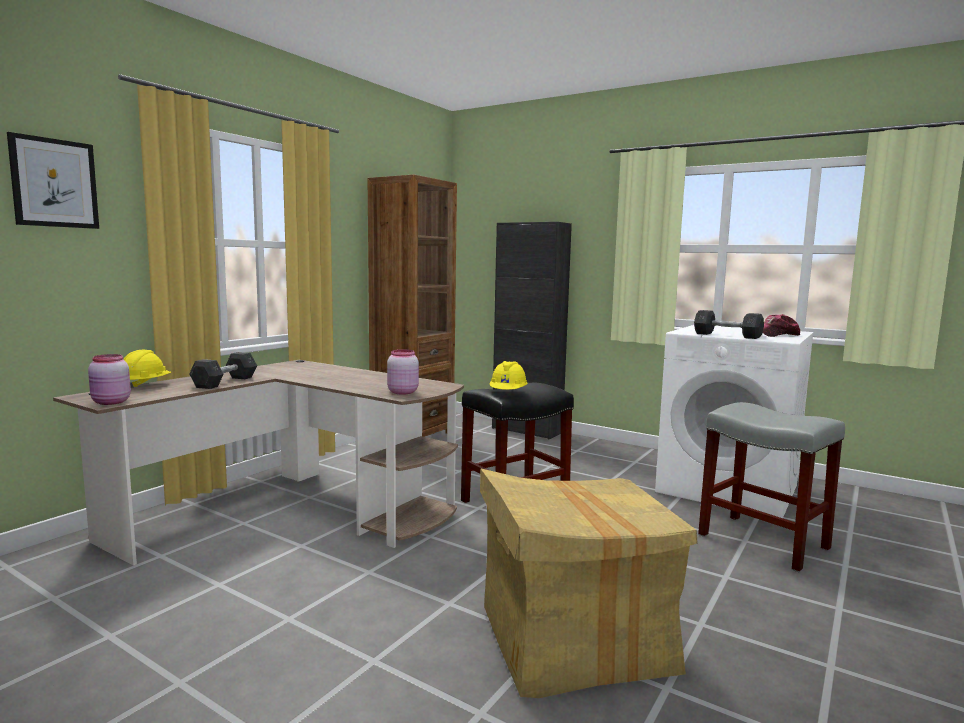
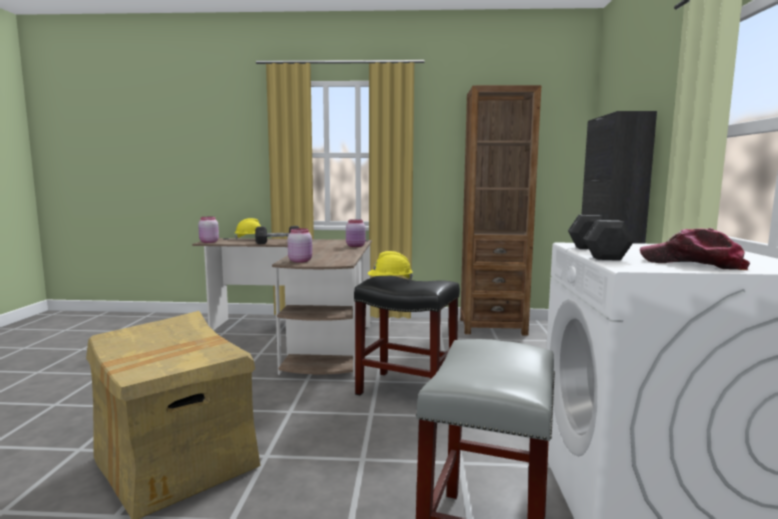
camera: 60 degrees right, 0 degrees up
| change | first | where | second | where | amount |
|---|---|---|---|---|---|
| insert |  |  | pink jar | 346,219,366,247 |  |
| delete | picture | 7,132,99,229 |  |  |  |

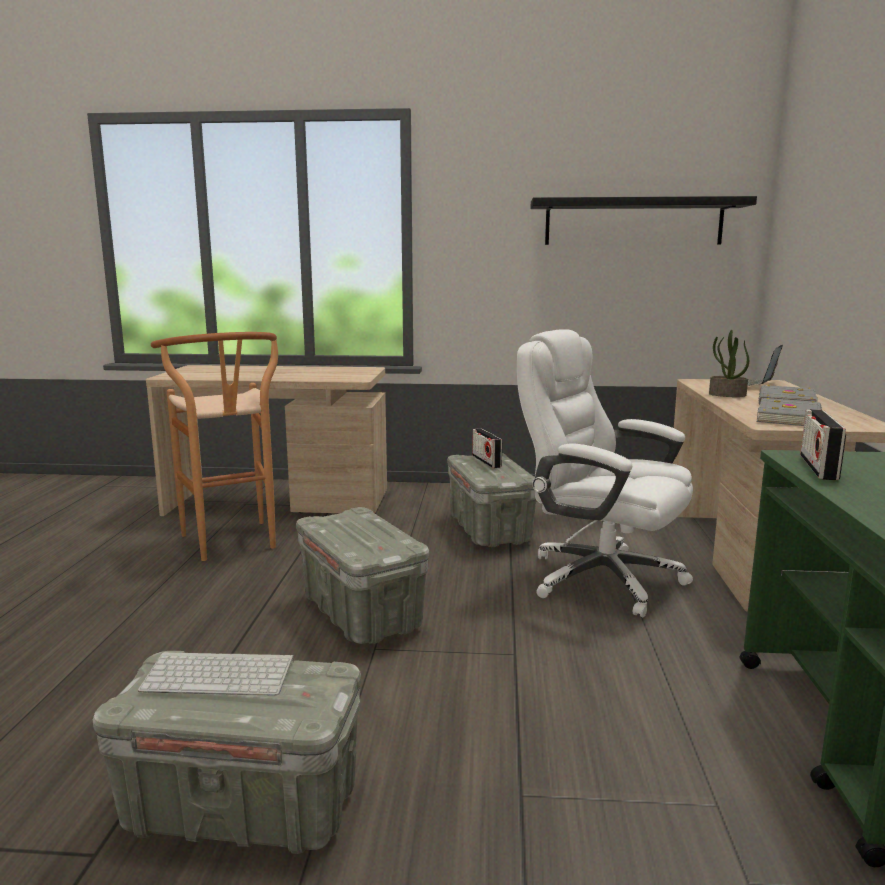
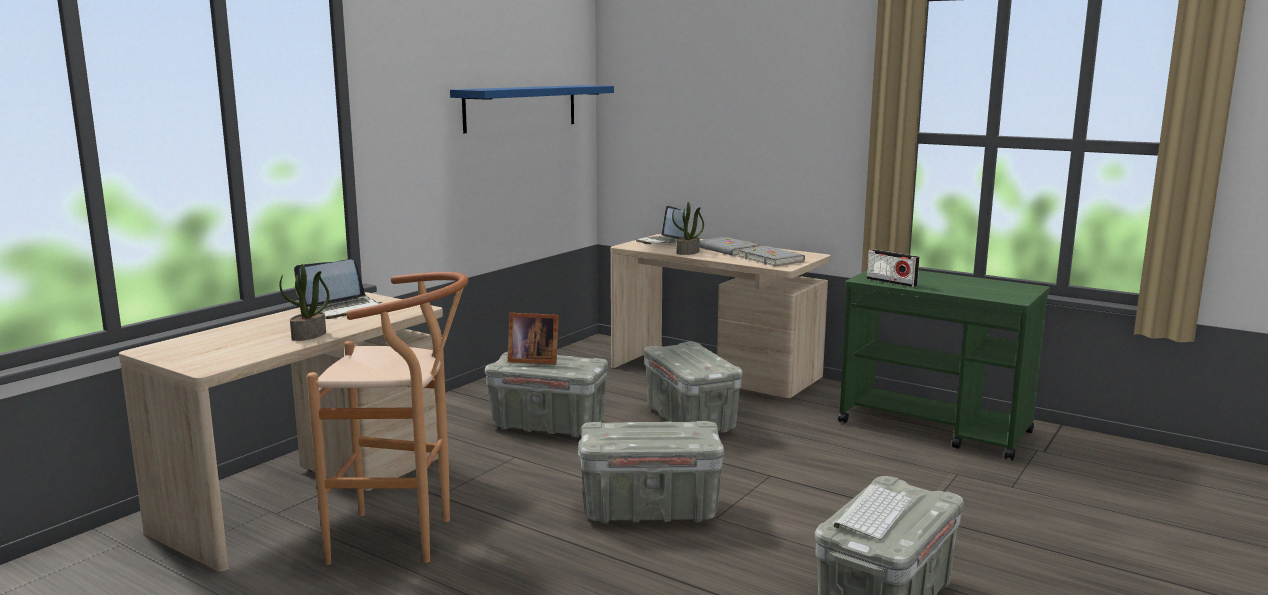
camera: 60 degrees left, 0 degrees up
| change | first | where | second | where | amount |
|---|---|---|---|---|---|
| insert |  |  | potted plant | 279,264,330,341 |  |
| insert |  |  | laptop | 294,259,382,319 |  |
| recolor | black shelf | 531,196,757,245 | blue shelf | 450,85,614,133 |  |
| replace | radio | 472,428,502,468 | picture frame | 507,313,559,365 |  |
| replace | white office chair | 517,329,693,617 | grey storage box | 644,342,743,433 |  |

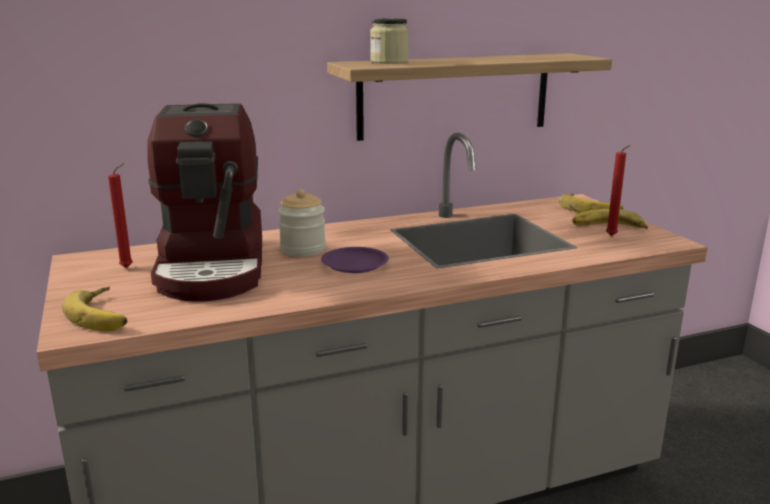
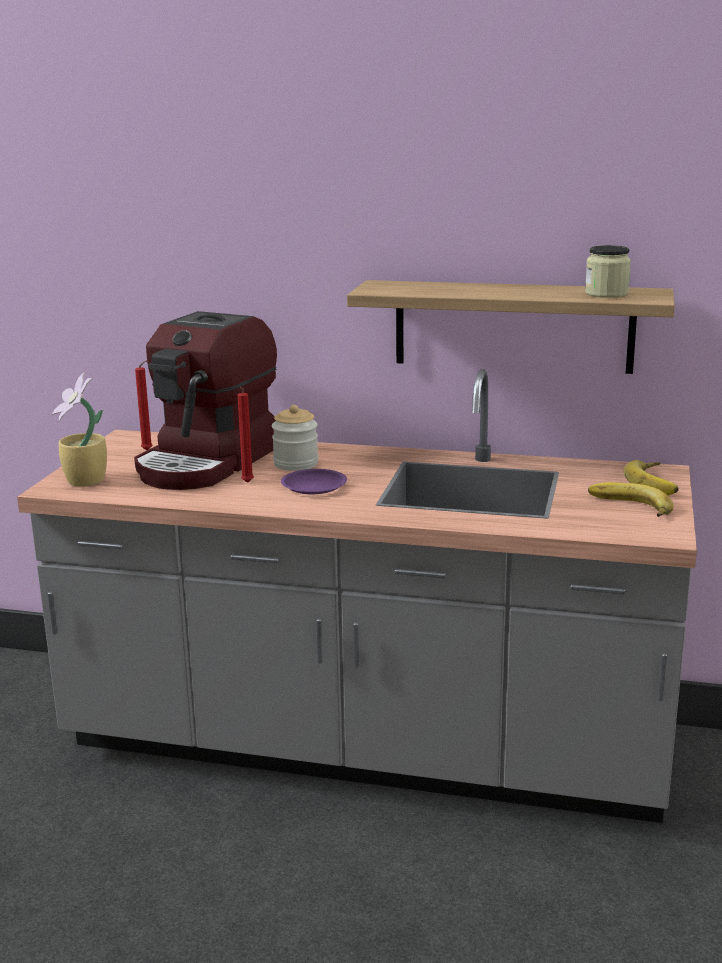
camera: 35 degrees right, 0 degrees up
| change | first | where | second | where | amount |
|---|---|---|---|---|---|
| replace | banana | 62,287,127,331 | potted plant | 52,373,107,487 |  |
| move | red candle | 606,145,630,236 |  | 238,387,254,483 |  |
| move | jar | 370,19,409,64 |  | 585,245,631,298 |  |

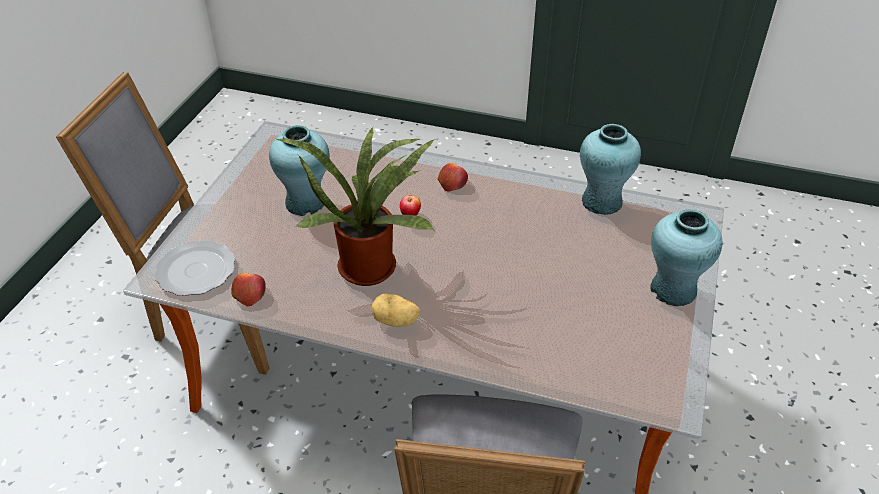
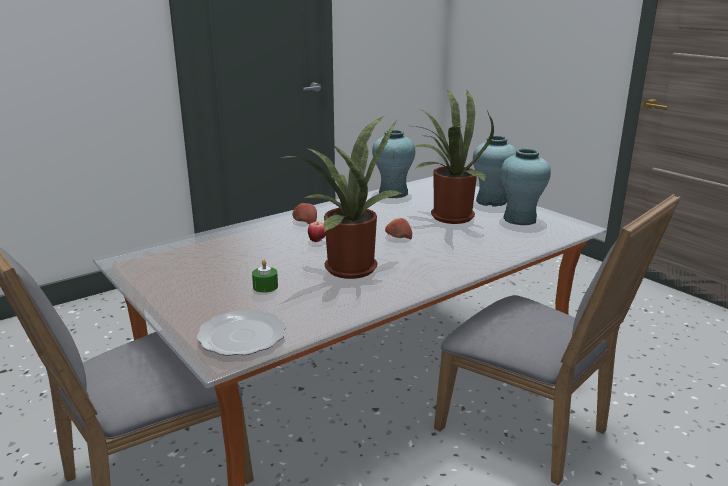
camera: 55 degrees left, 20 degrees down
| change | first | where | second | where | amount |
|---|---|---|---|---|---|
| insert |  |  | green candle | 252,260,278,293 |  |
| move | apple | 231,273,266,307 |  | 385,218,412,239 |  |
| insert |  |  | potted plant | 405,89,494,224 |  |
| move | turquoise vase | 269,125,330,216 |  | 500,148,551,225 |  |
| delete | potato | 371,294,420,327 |  |  |  |

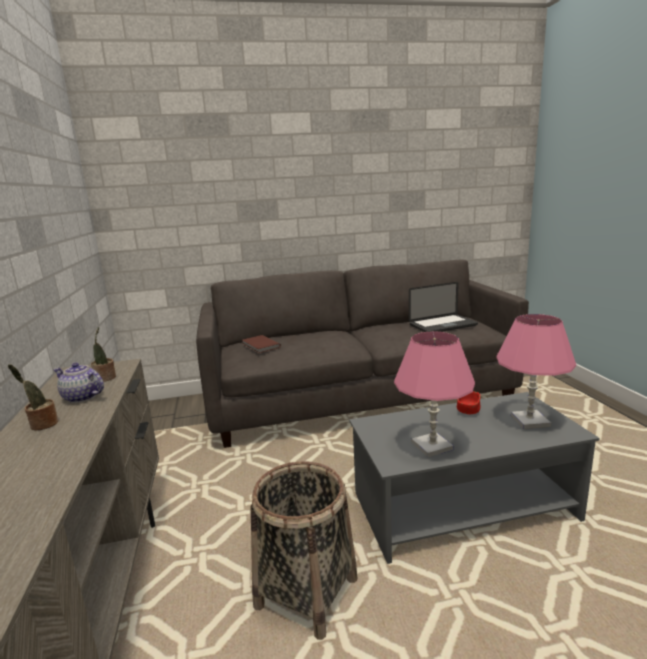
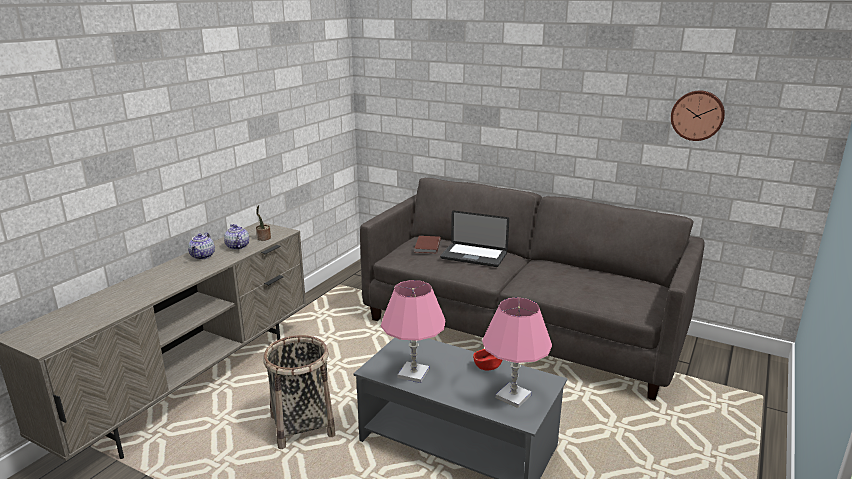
camera: 40 degrees right, 5 degrees up
| change | first | where | second | where | amount |
|---|---|---|---|---|---|
| replace | potted plant | 8,364,58,430 | teapot | 188,232,215,260 |  |
| move | laptop | 409,282,478,332 |  | 440,211,509,267 |  |
| insert |  |  | wall clock | 671,91,725,141 |  |

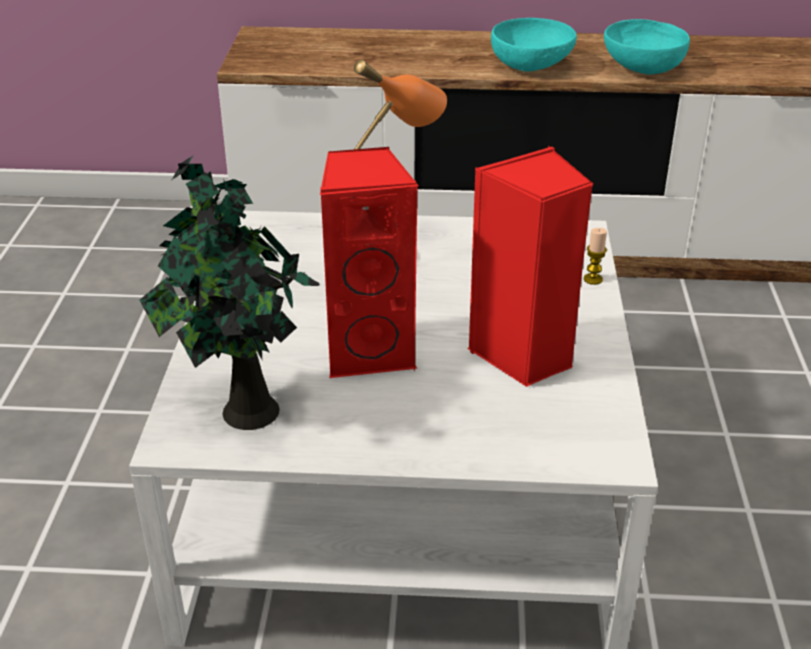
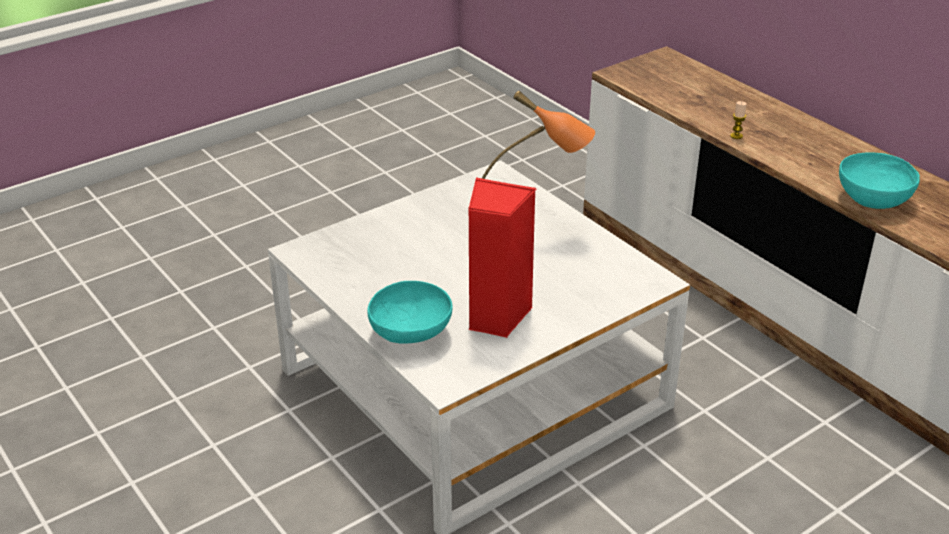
camera: 50 degrees right, 0 degrees up
| change | first | where | second | where | amount |
|---|---|---|---|---|---|
| move | turquoise bowl | 491,18,577,71 |  | 367,281,452,343 |  |
| move | candle | 584,228,607,285 |  | 730,101,747,139 |  |
| delete | potted plant | 140,156,320,430 |  |  |  |
| delete | red speaker | 320,147,419,378 |  |  |  |

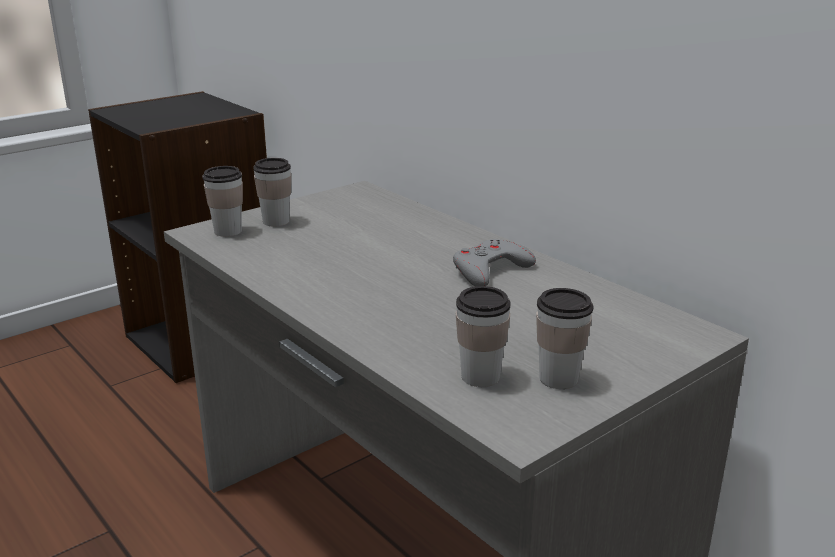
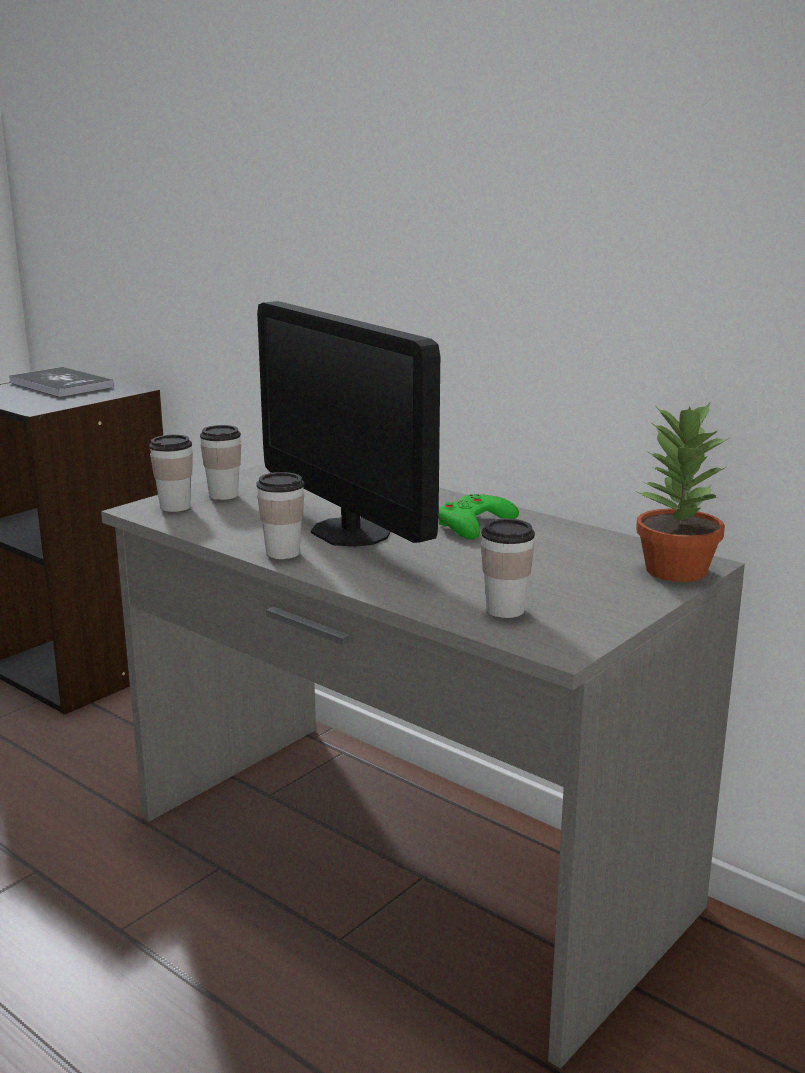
camera: 10 degrees left, 5 degrees down
| change | first | where | second | where | amount |
|---|---|---|---|---|---|
| insert |  |  | book | 9,367,114,397 |  |
| move | cup | 536,288,593,389 |  | 256,472,304,559 |  |
| insert |  |  | monitor | 257,301,440,547 |  |
| recolor | grey game controller | 453,239,536,286 | green game controller | 438,494,519,540 |  |
| insert |  |  | potted plant | 636,403,729,582 |  |

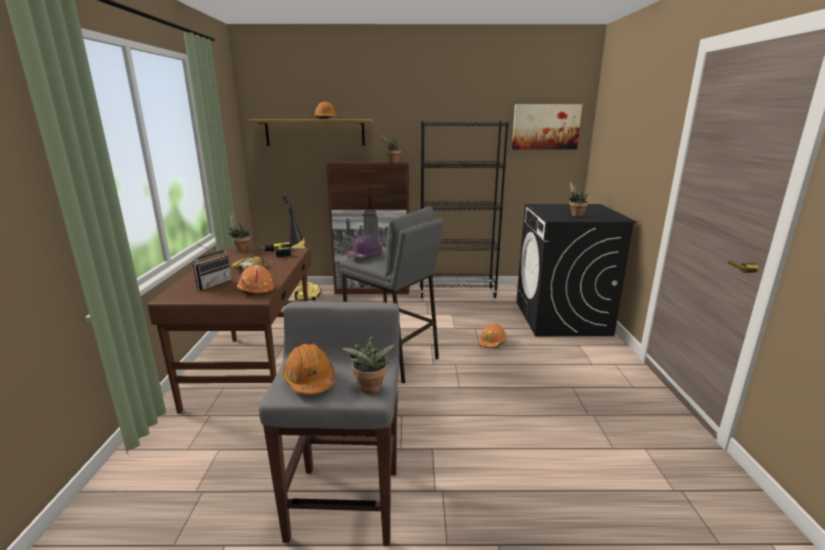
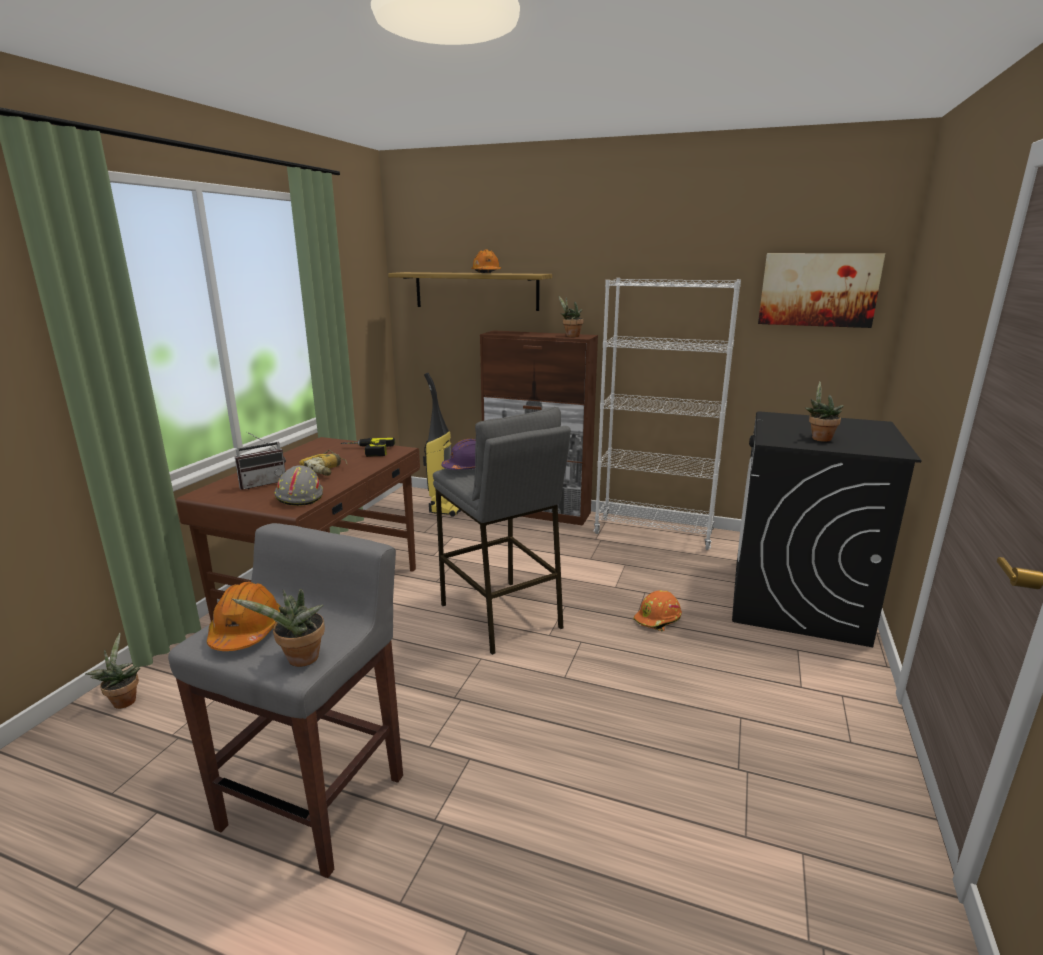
camera: 20 degrees right, 0 degrees up
| change | first | where | second | where | amount |
|---|---|---|---|---|---|
| move | potted plant | 227,215,251,252 |  | 86,633,140,709 |  |
| recolor | orange hard hat | 237,265,274,295 | grey hard hat | 274,465,323,506 |  |
| recolor | black bookcase | 419,121,509,298 | white bookcase | 594,278,741,550 |  |

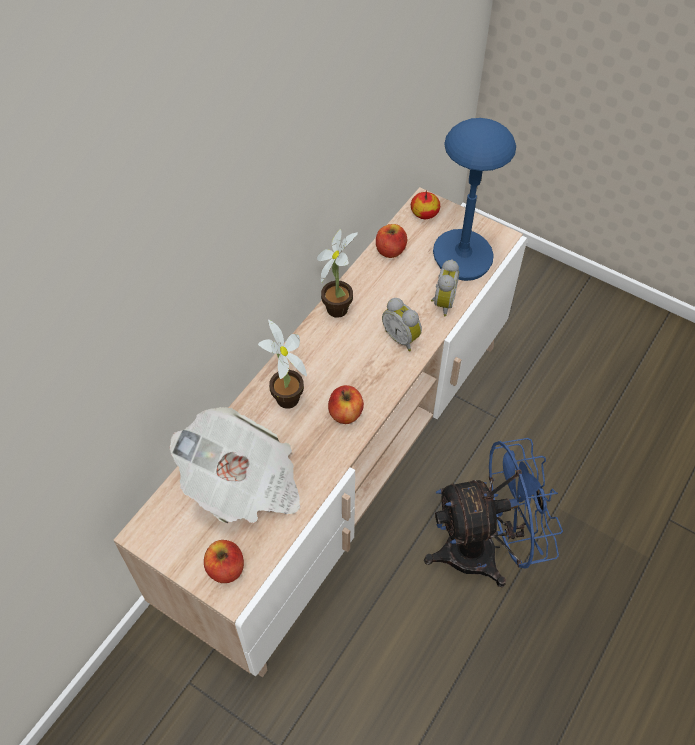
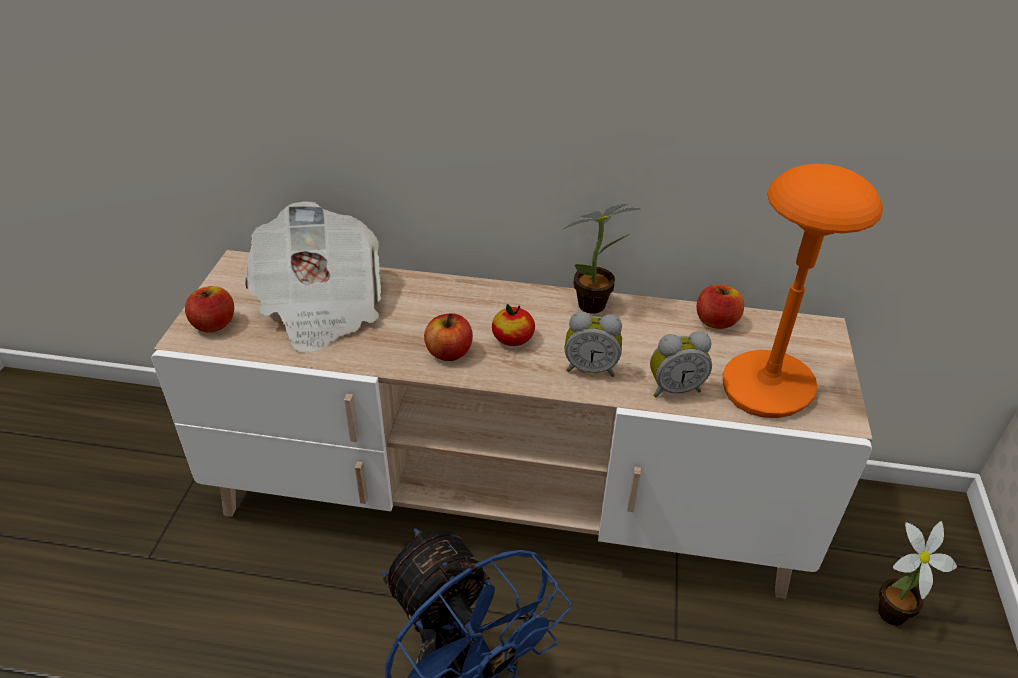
camera: 65 degrees right, 15 degrees down
| change | first | where | second | where | amount |
|---|---|---|---|---|---|
| move | apple | 411,190,440,219 |  | 492,304,535,346 |  |
| rotate | alarm clock | 382,298,422,351 |  | 565,311,622,377 | 105 degrees counterclockwise |
| recolor | blue table lamp | 433,118,516,281 | orange table lamp | 723,164,883,418 |  |
| move | potted plant | 258,319,307,409 |  | 878,521,957,626 |  |

